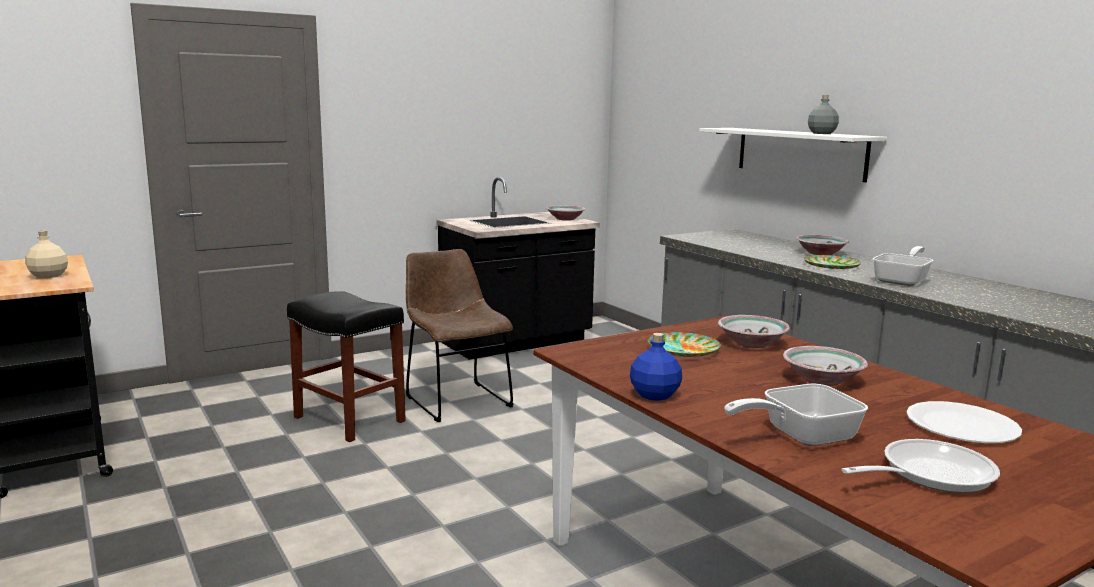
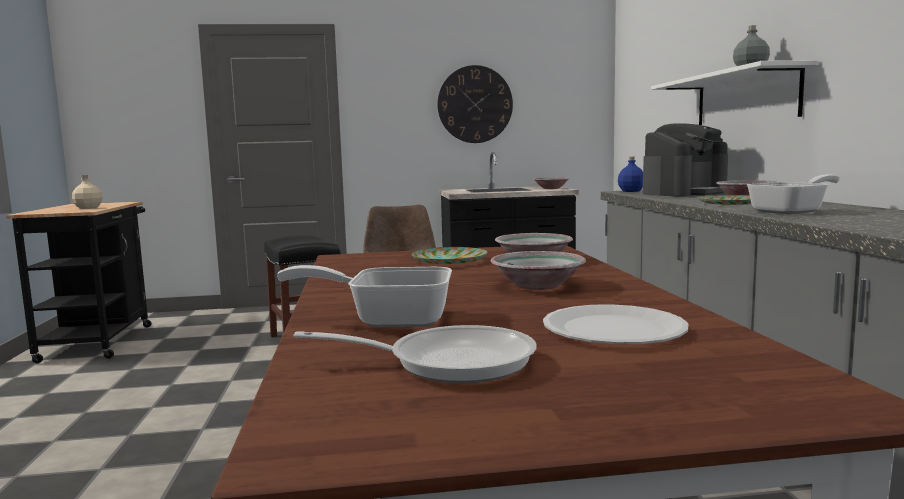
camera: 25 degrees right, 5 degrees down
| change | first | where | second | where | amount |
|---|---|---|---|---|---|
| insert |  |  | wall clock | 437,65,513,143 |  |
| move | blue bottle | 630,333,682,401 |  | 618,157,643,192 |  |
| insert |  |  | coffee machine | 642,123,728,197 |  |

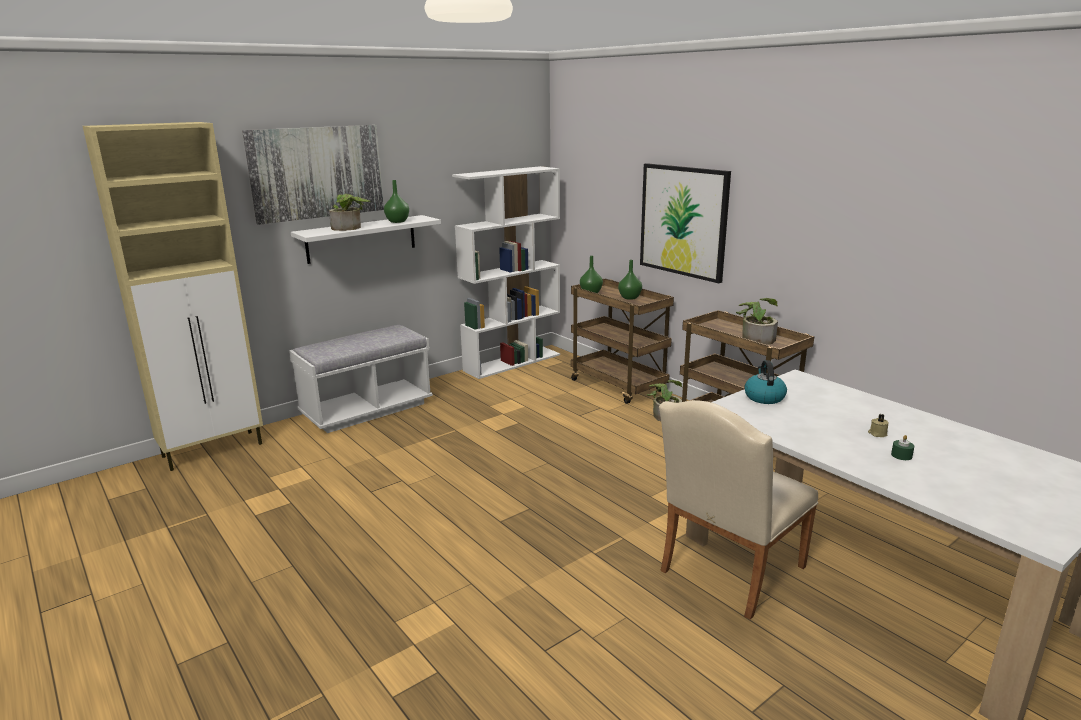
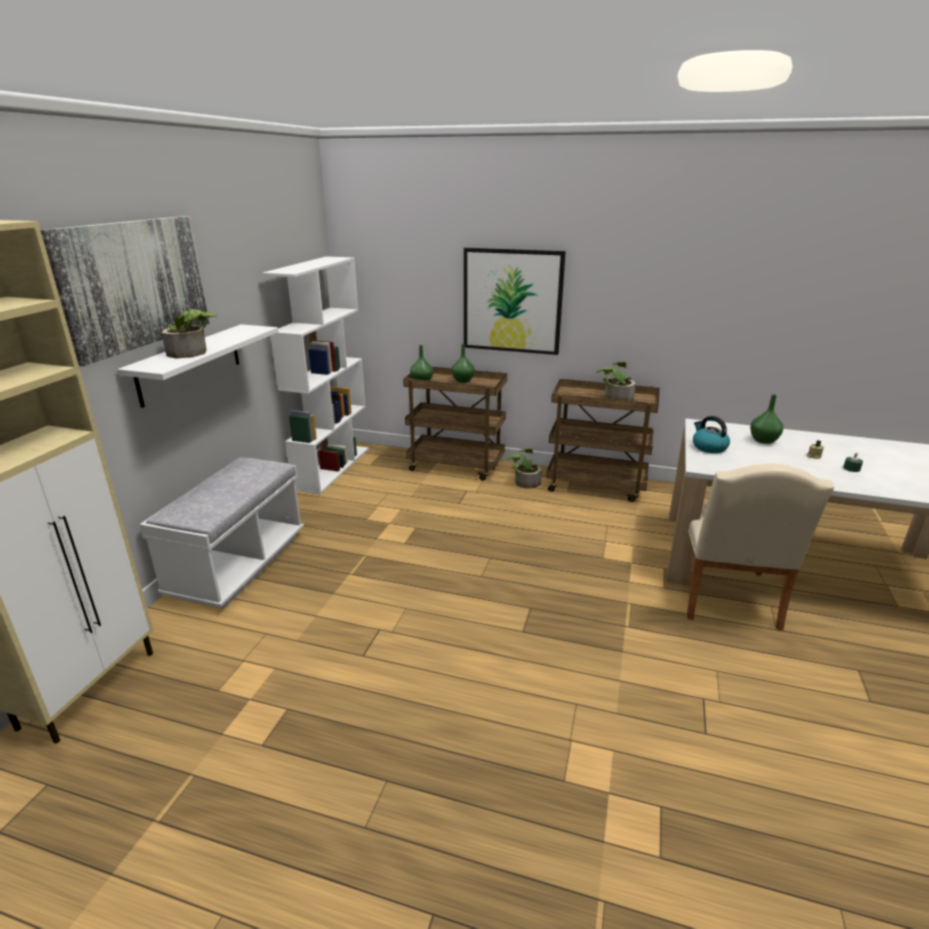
camera: 35 degrees left, 5 degrees up
| change | first | where | second | where | amount |
|---|---|---|---|---|---|
| move | green vase | 384,180,409,223 |  | 750,395,783,444 |  |

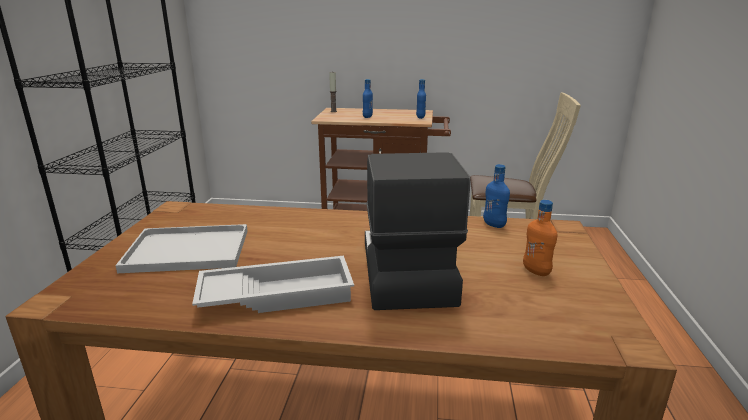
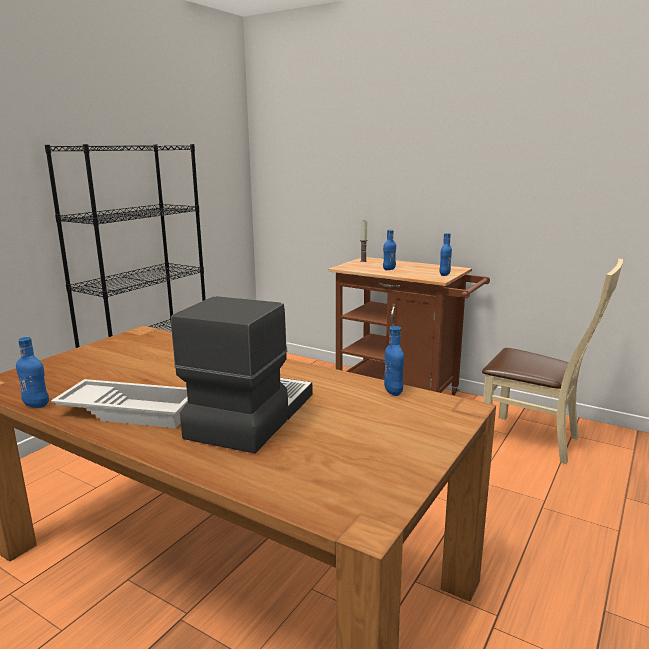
camera: 25 degrees right, 5 degrees down
| change | first | where | second | where | amount |
|---|---|---|---|---|---|
| insert |  |  | blue bottle | 16,337,49,408 |  |
| delete | white tray | 115,224,248,273 |  |  |  |
| delete | orange bottle | 523,200,558,276 |  |  |  |

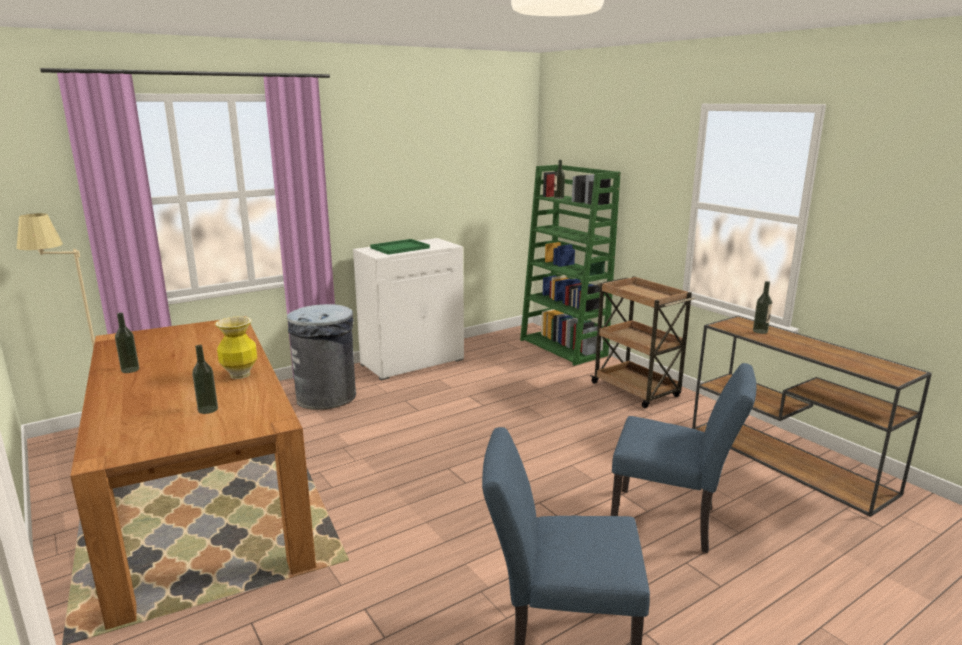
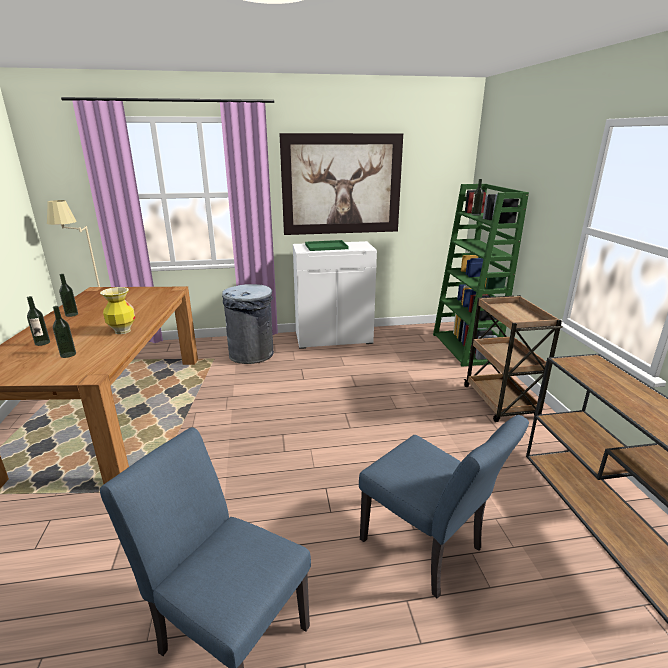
camera: 25 degrees right, 5 degrees up
| change | first | where | second | where | amount |
|---|---|---|---|---|---|
| move | bottle | 753,281,772,334 |  | 27,296,50,346 |  |
| insert |  |  | picture | 279,133,403,235 |  |

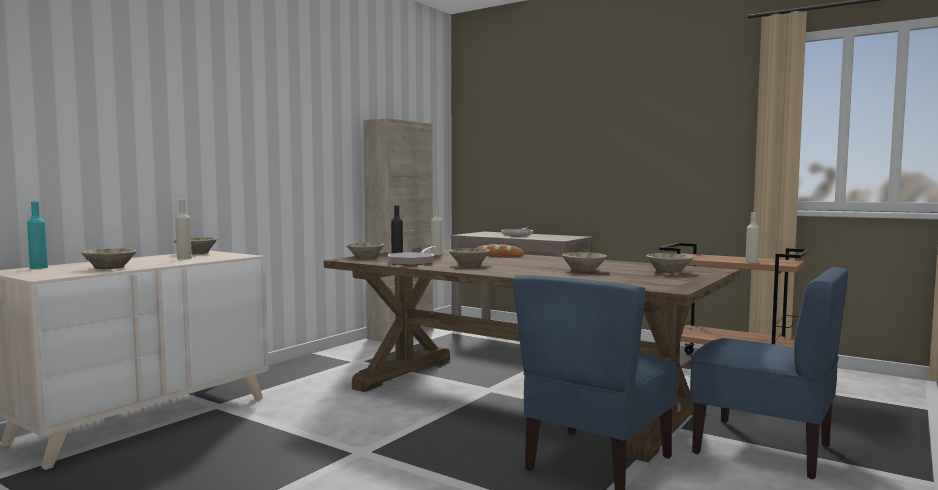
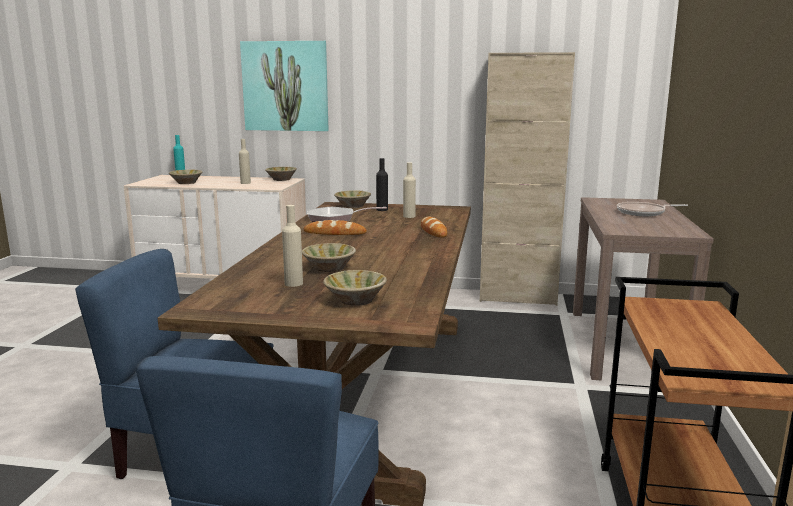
camera: 65 degrees right, 10 degrees up
| change | first | where | second | where | amount |
|---|---|---|---|---|---|
| insert |  |  | picture | 240,41,329,131 |  |
| move | beige bottle | 745,212,759,263 |  | 282,205,303,287 |  |
| replace | beige bowl | 449,248,490,266 | bread | 304,220,367,235 |  |

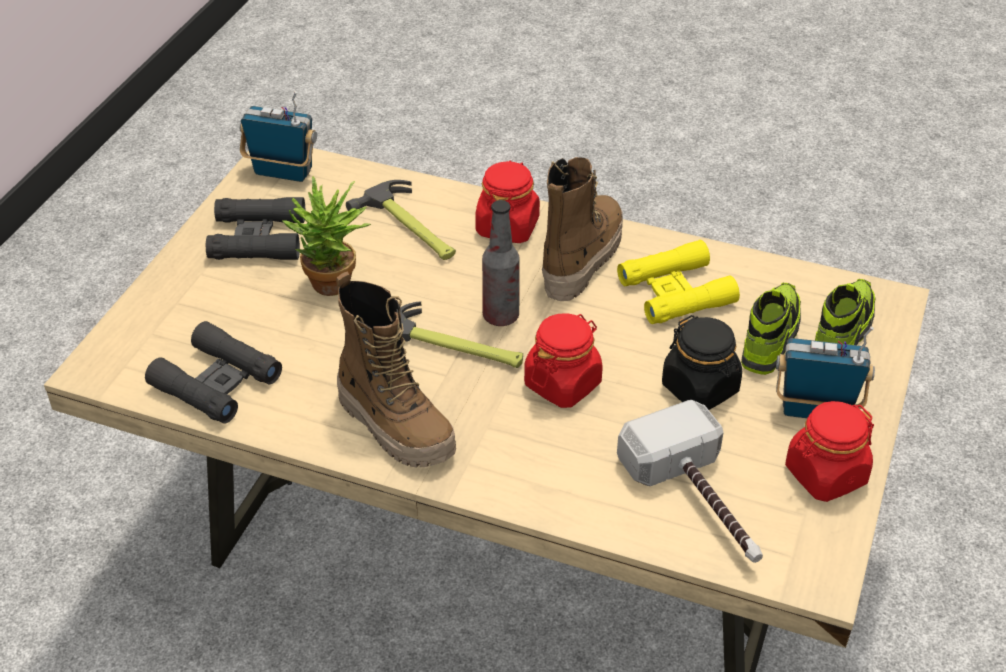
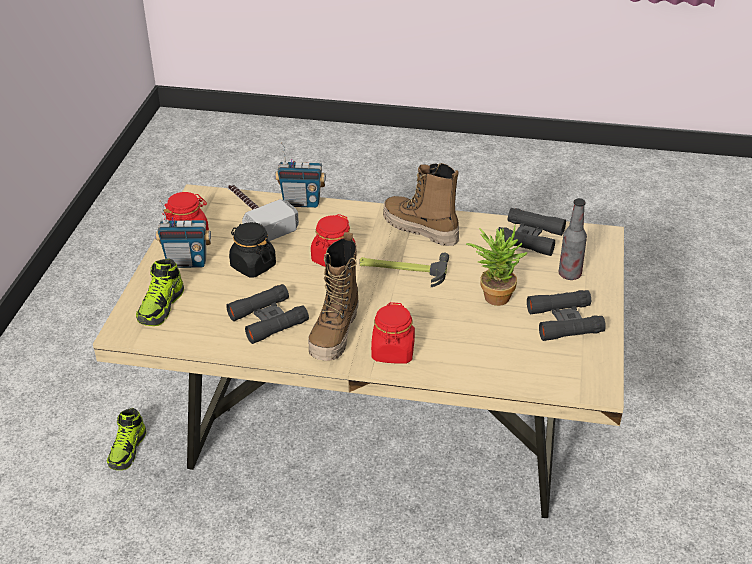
camera: 170 degrees right, 5 degrees down
| change | first | where | second | where | amount |
|---|---|---|---|---|---|
| move | shoe | 741,283,801,375 |  | 107,408,146,470 |  |
| recolor | yellow binoculars | 617,240,740,324 | black binoculars | 226,284,309,344 |  |
| move | radio | 239,91,317,182 |  | 275,142,326,208 |  |
| move | bottle | 482,200,519,326 |  | 559,198,587,280 |  |
| delete | hammer | 346,180,456,260 |  |  |  |

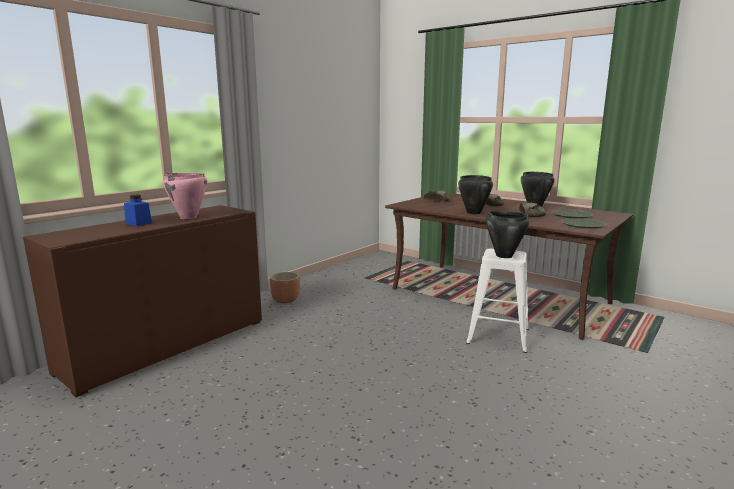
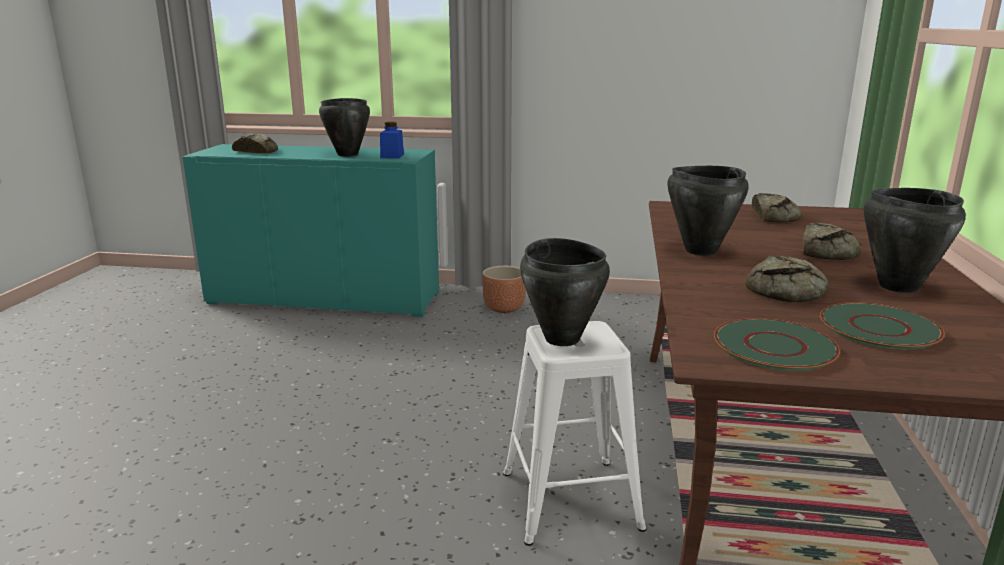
camera: 60 degrees right, 5 degrees up
| change | first | where | second | where | amount |
|---|---|---|---|---|---|
| recolor | brown cabinet | 23,205,262,397 | turquoise cabinet | 183,144,439,317 |  |
| insert |  |  | bread | 232,134,278,154 |  |
| recolor | pink cooking pot | 163,173,207,219 | black cooking pot | 319,98,370,157 |  |
| move | blue jar | 124,195,152,226 |  | 380,122,404,159 |  |

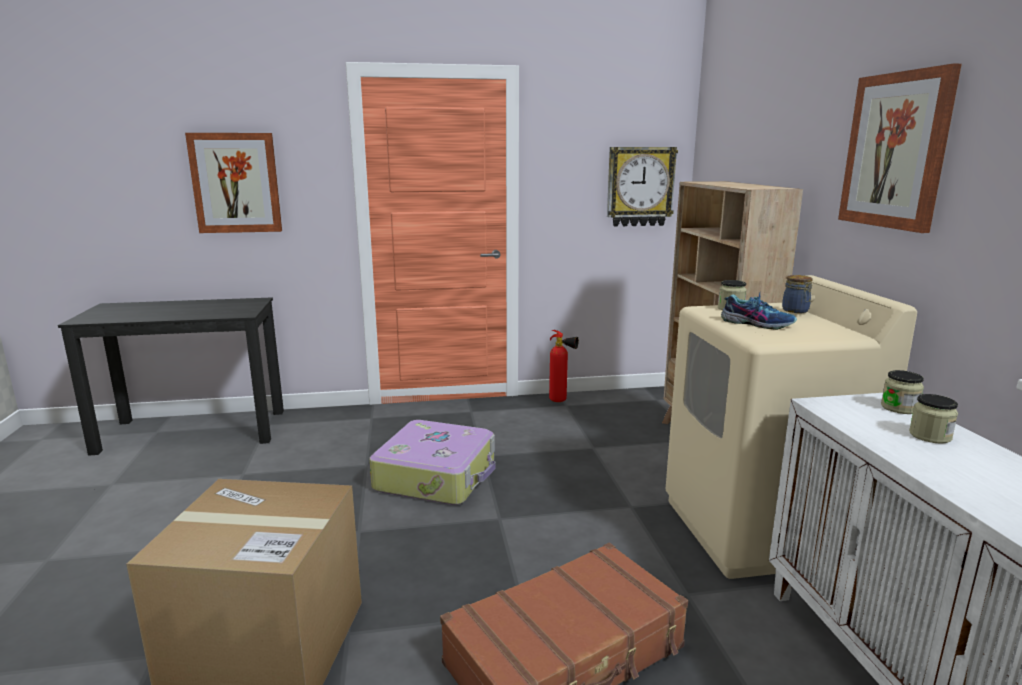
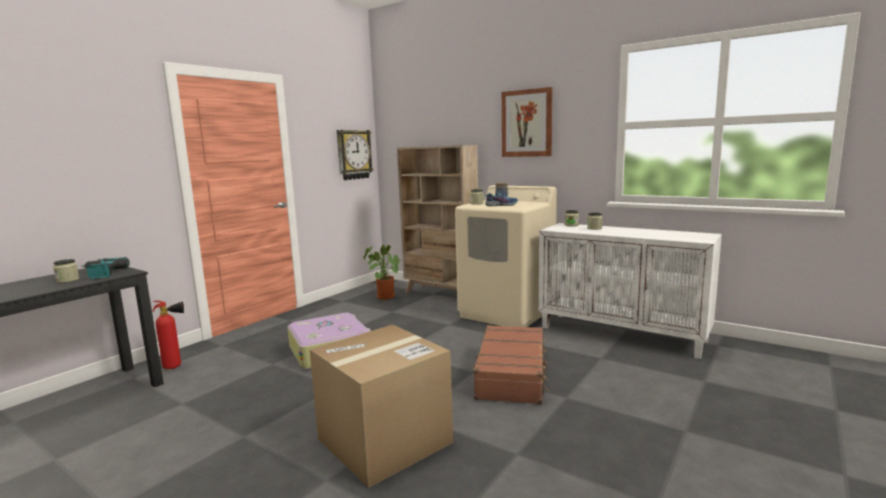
camera: 45 degrees left, 5 degrees down
| change | first | where | second | where | amount |
|---|---|---|---|---|---|
| insert |  |  | jar | 53,259,79,283 |  |
| insert |  |  | power drill | 82,257,130,279 |  |
| move | fire extinguisher | 549,330,579,402 |  | 153,301,184,369 |  |
| insert |  |  | potted plant | 363,244,401,300 |  |
| delete | picture | 185,133,282,233 |  |  |  |

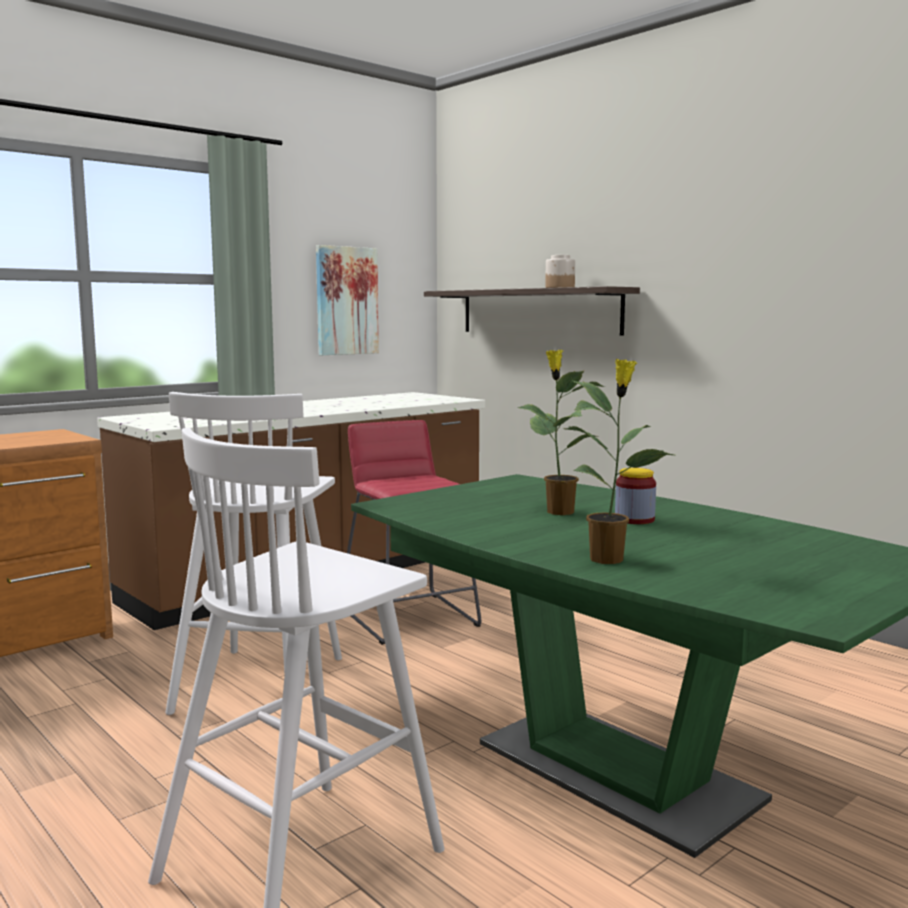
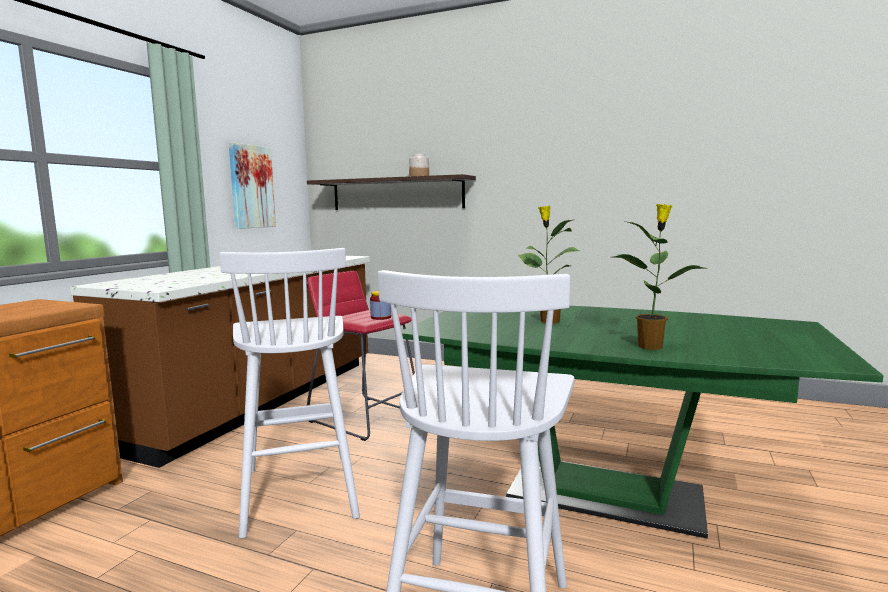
camera: 25 degrees left, 0 degrees up
| change | first | where | second | where | amount |
|---|---|---|---|---|---|
| move | jar | 615,468,656,524 |  | 370,291,391,320 |  |

